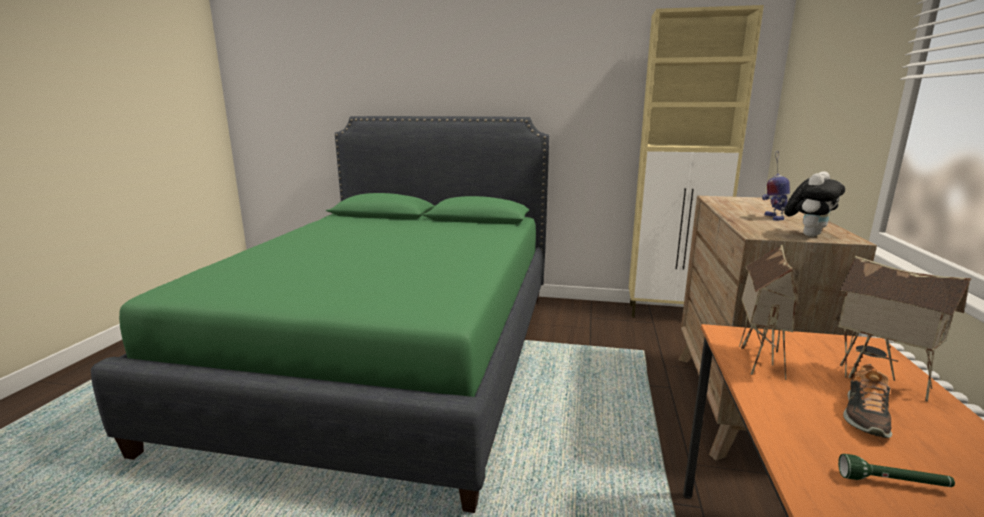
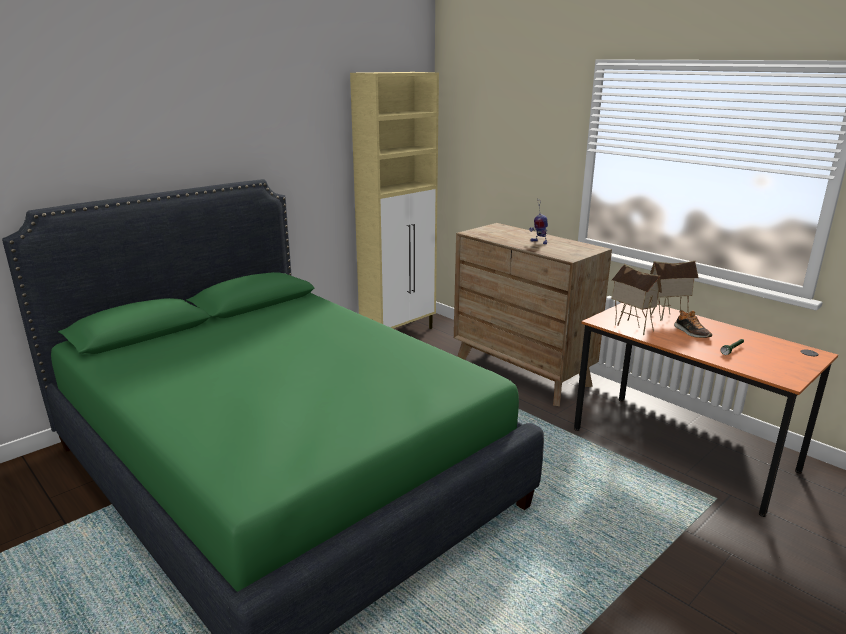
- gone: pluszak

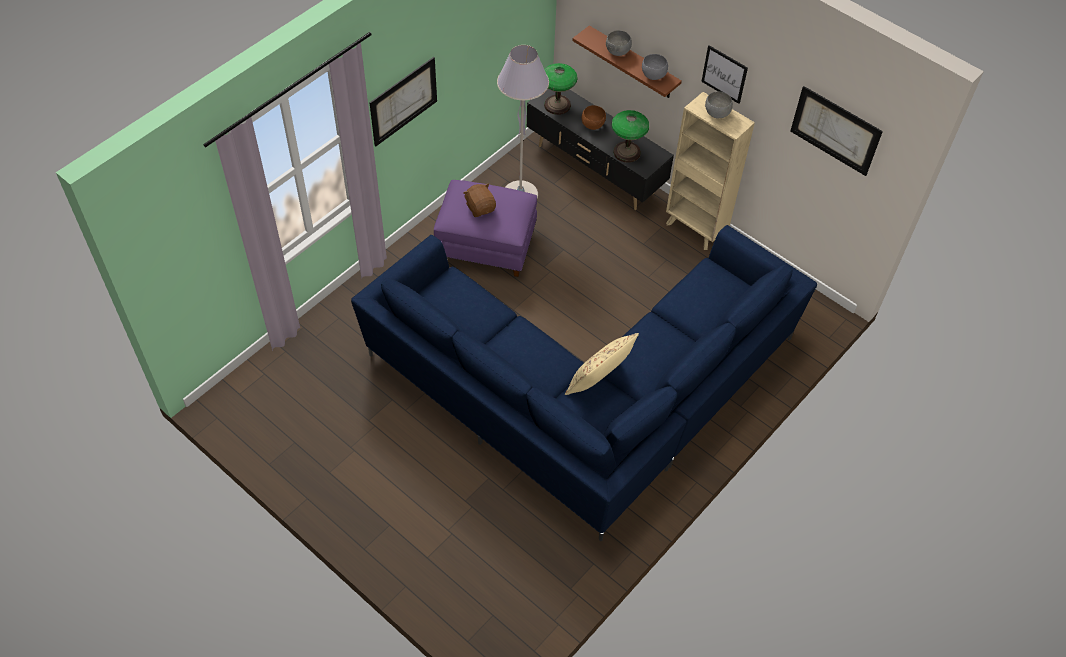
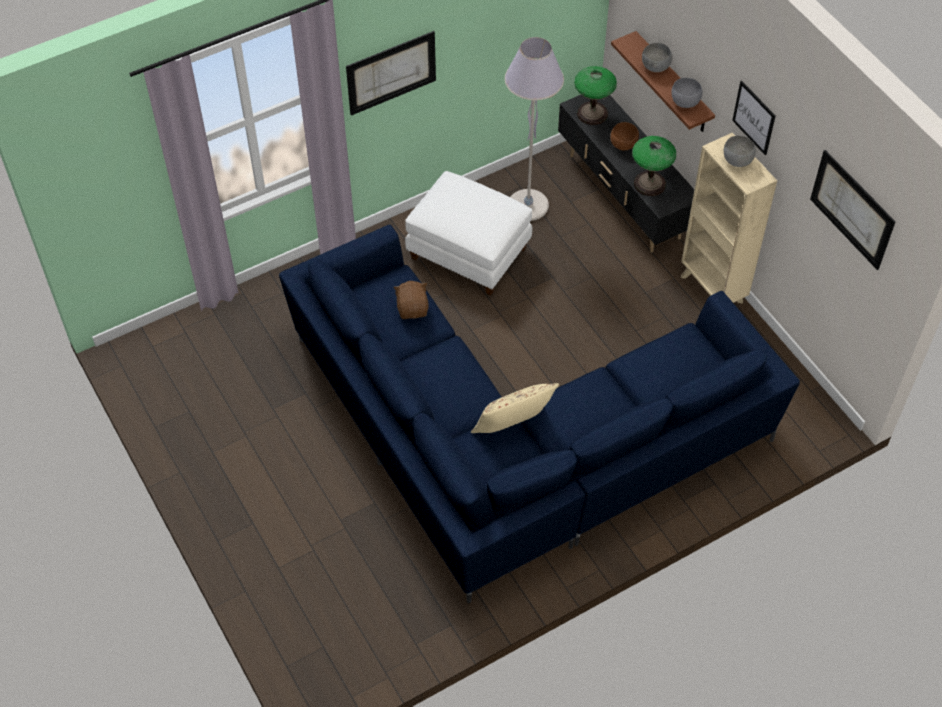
- repainted: pufa/fioletowy to pufa/biały
- shifted: pluszak/brązowy

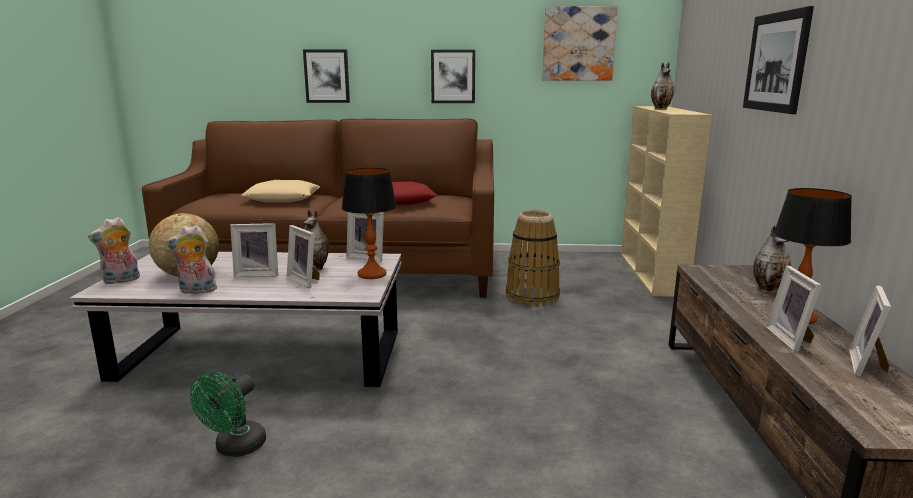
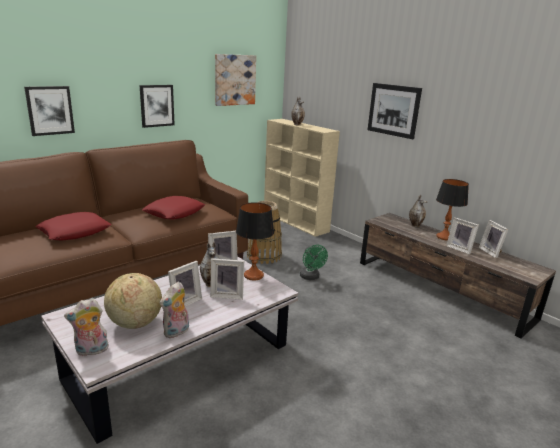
- rotated: pluszak (no. 1 from left) 60 degrees clockwise
- shifted: wentylator/zielony
- repainted: poduszka/beżowy to poduszka/czerwony (no. 1 from left)

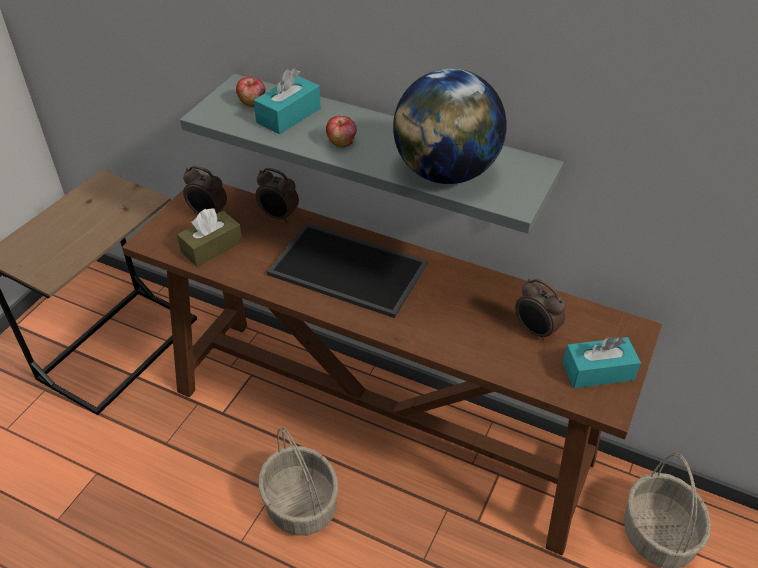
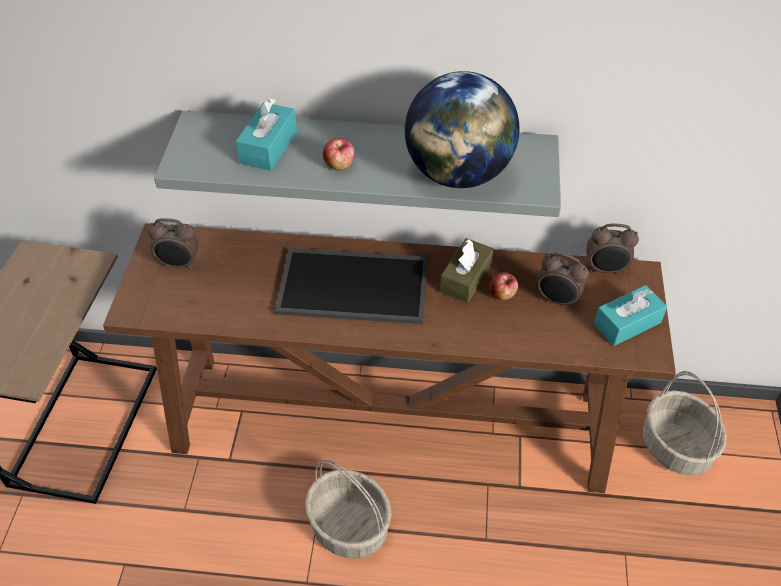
- shifted: pudełko chusteczek/brązowy
- shifted: jabłko (no. 1 from left in the first image) to jabłko (no. 2 from left)
- shifted: budzik (no. 2 from left in the first image) to budzik (no. 3 from left)

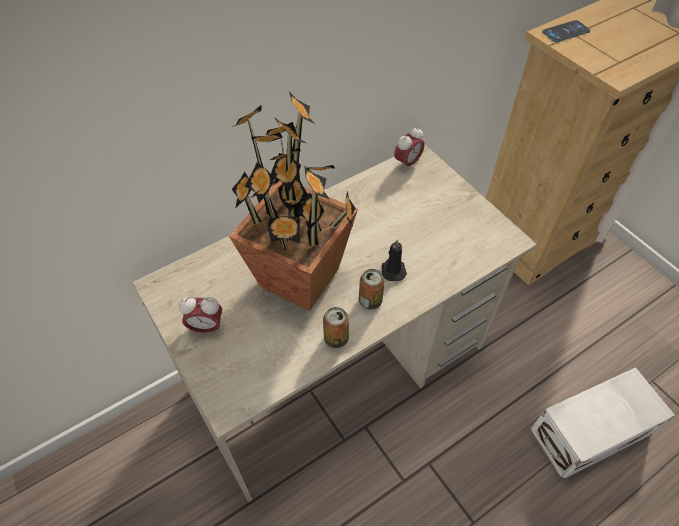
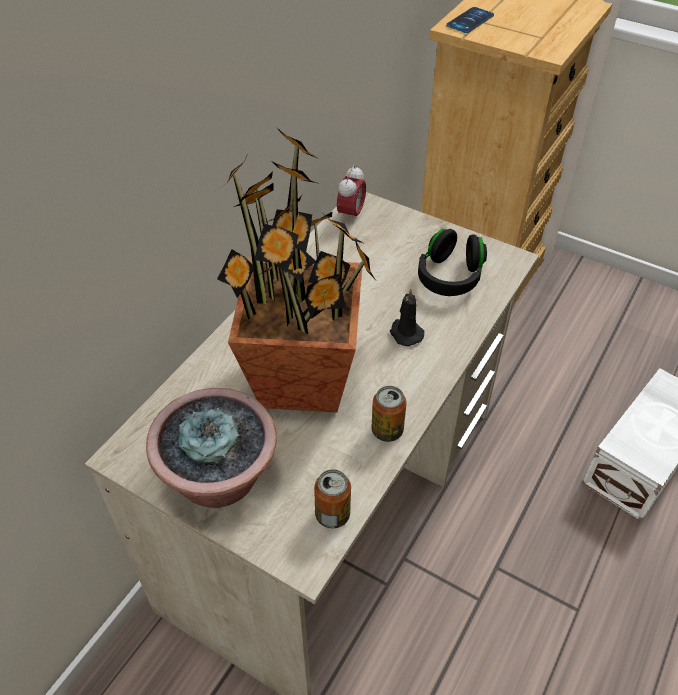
- swapped: budzik (no. 1 from left) to roślina doniczkowa (no. 1 from left)
- shifted: puszka (no. 2 from left in the first image) to puszka (no. 1 from left)
- new: słuchawki/czarny

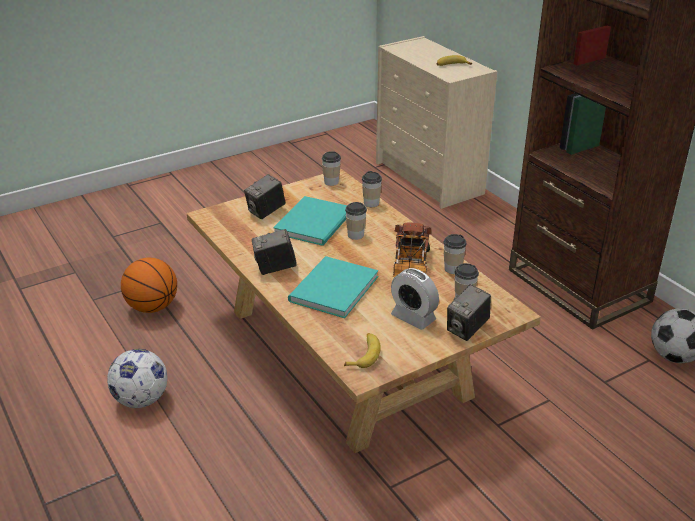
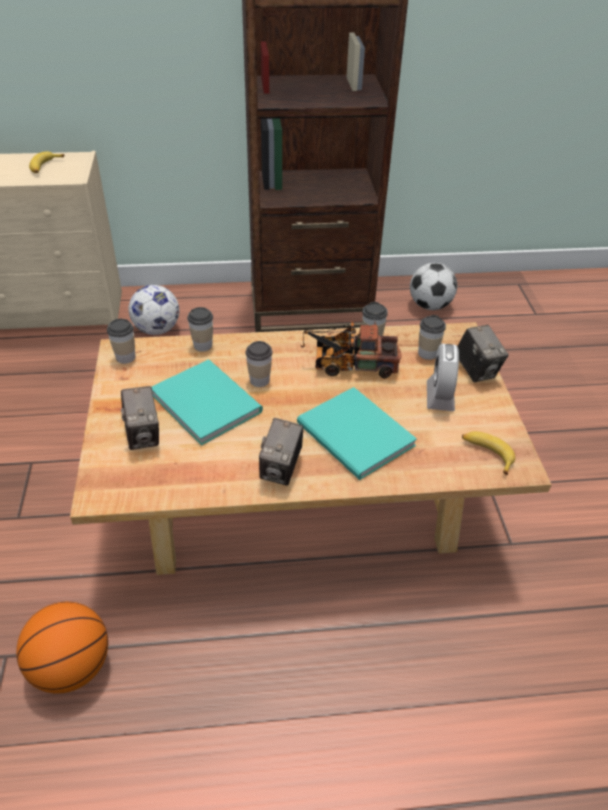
- shifted: piłka futbolowa (no. 1 from left)
- rotated: budzik 120 degrees clockwise
- rotated: ciężarówka zabawkowa 150 degrees clockwise

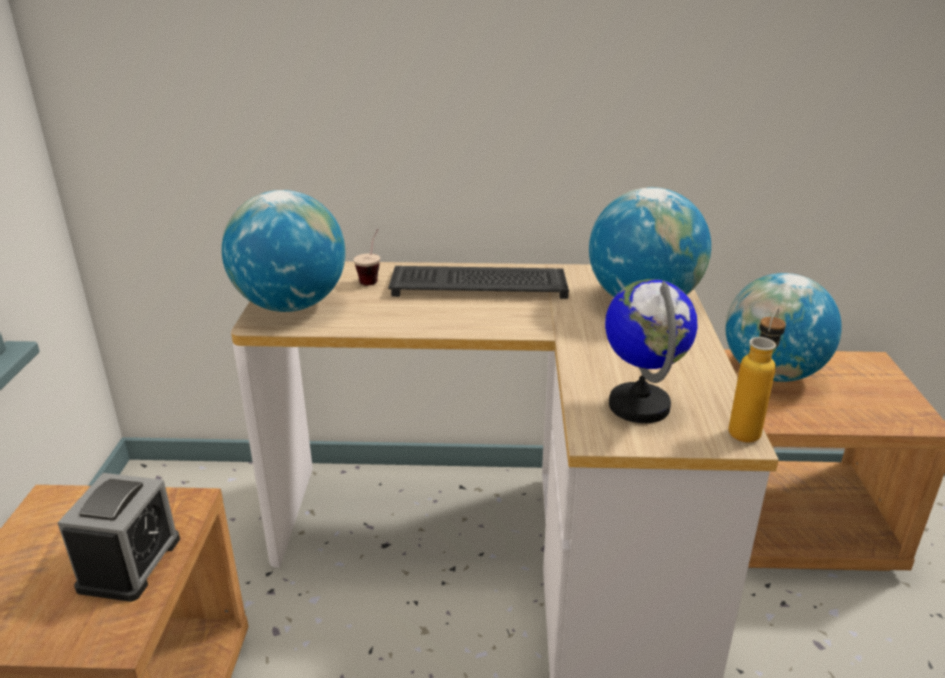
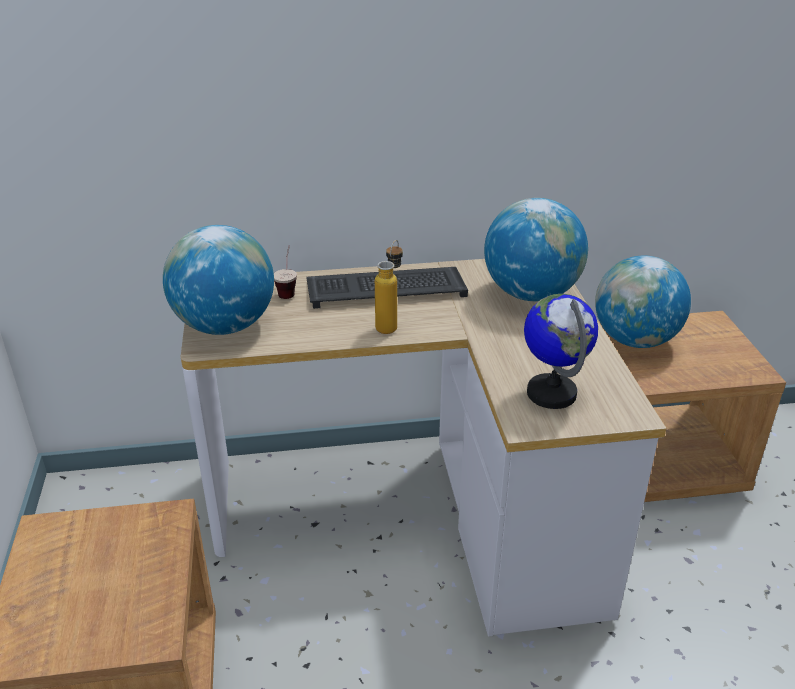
- gone: budzik
- shifted: butelka

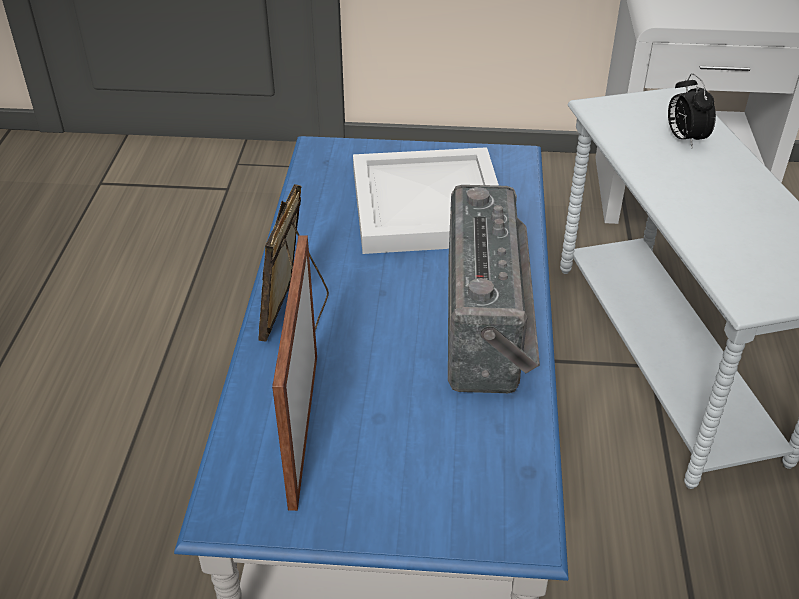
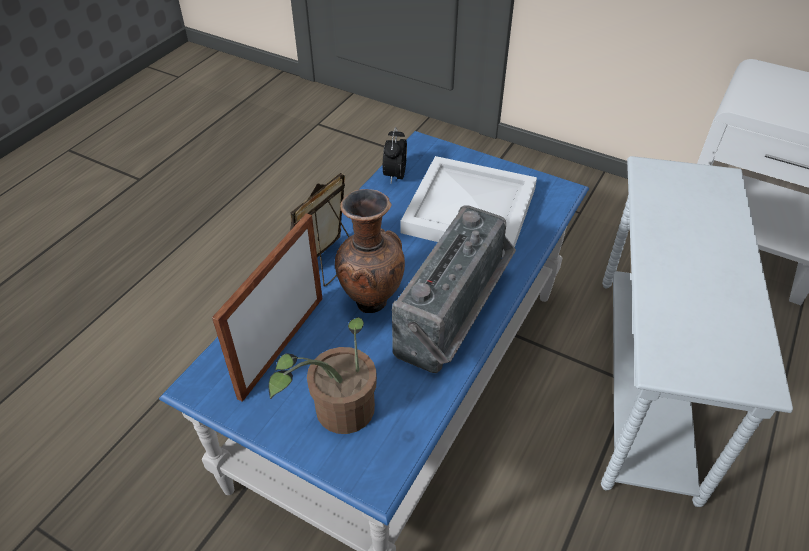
- shifted: budzik
- new: roślina doniczkowa
- new: wazon/brązowy

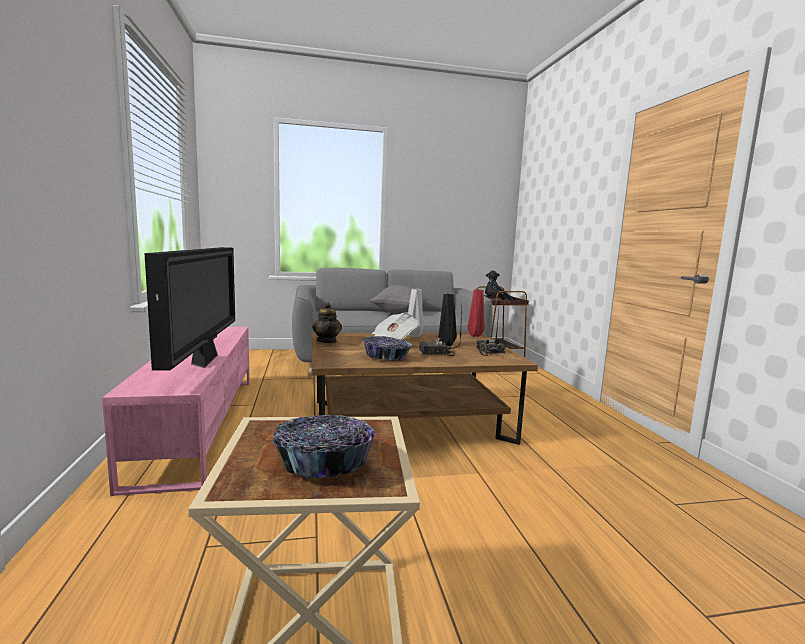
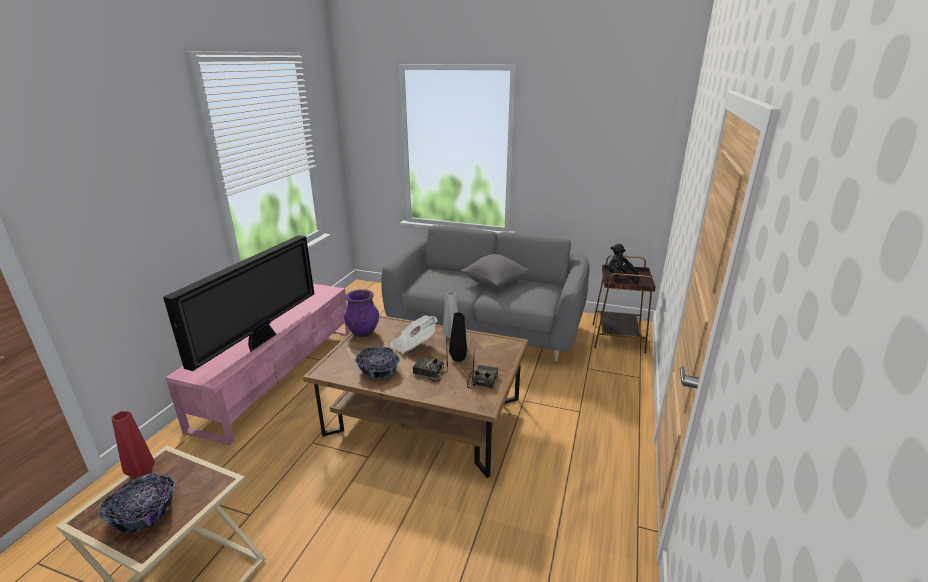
- swapped: imbryk to wazon/fioletowy
- shifted: wazon/czerwony

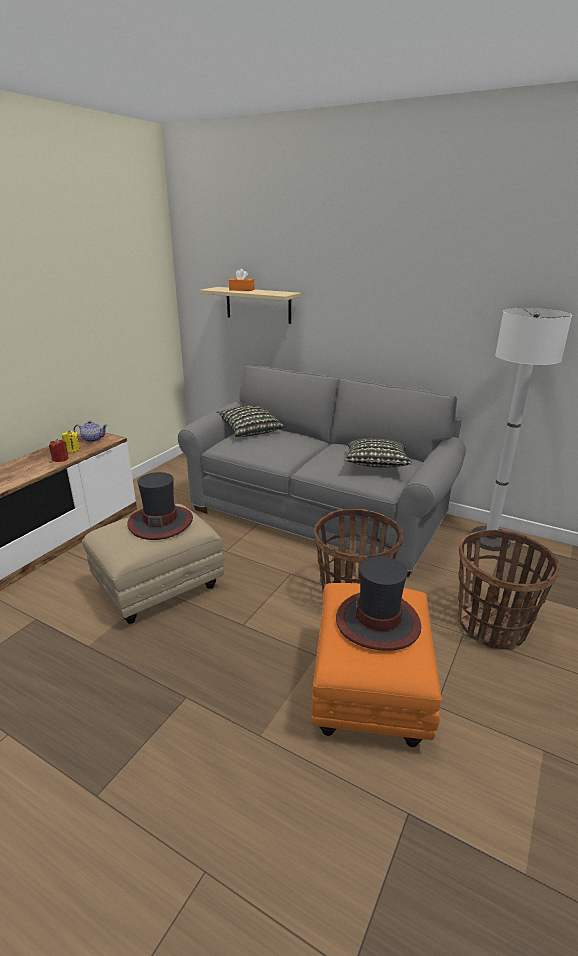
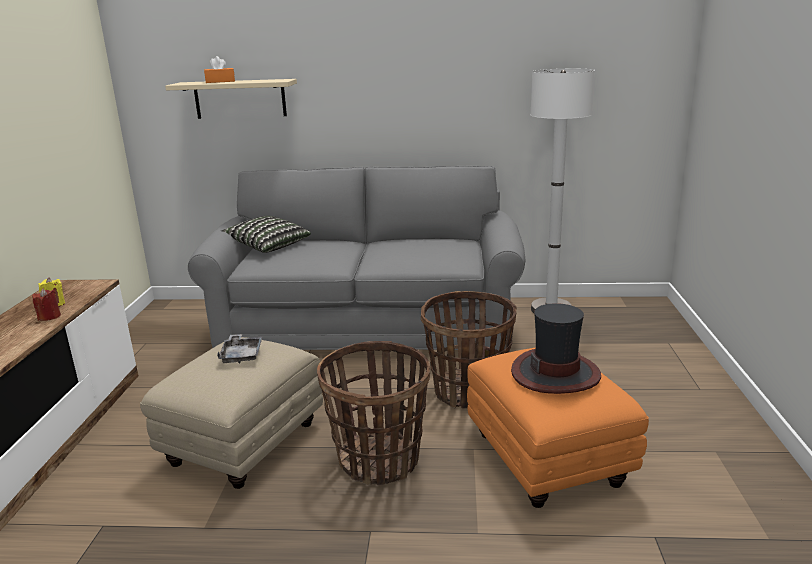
- gone: imbryk
- swapped: kapelusz (no. 1 from left) to taca/szary
- gone: poduszka (no. 2 from left)
- shifted: koszyk (no. 2 from left in the first image) to koszyk (no. 1 from left)

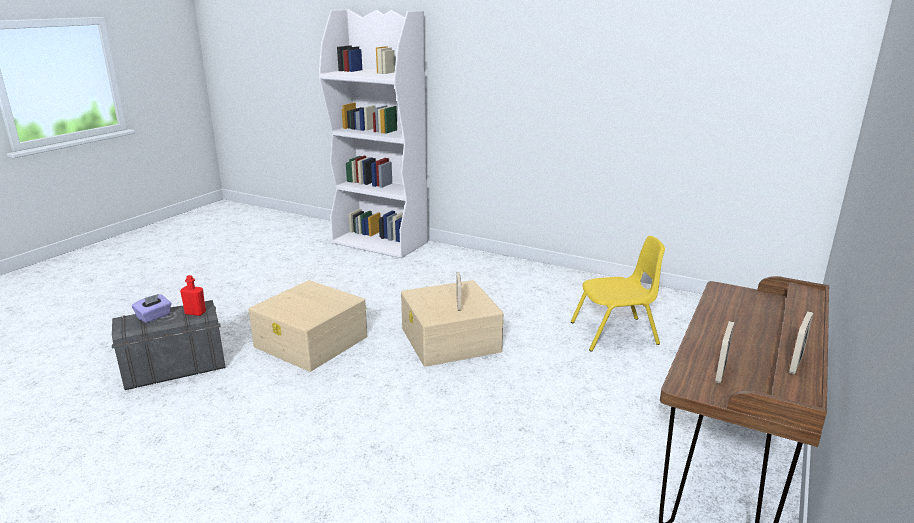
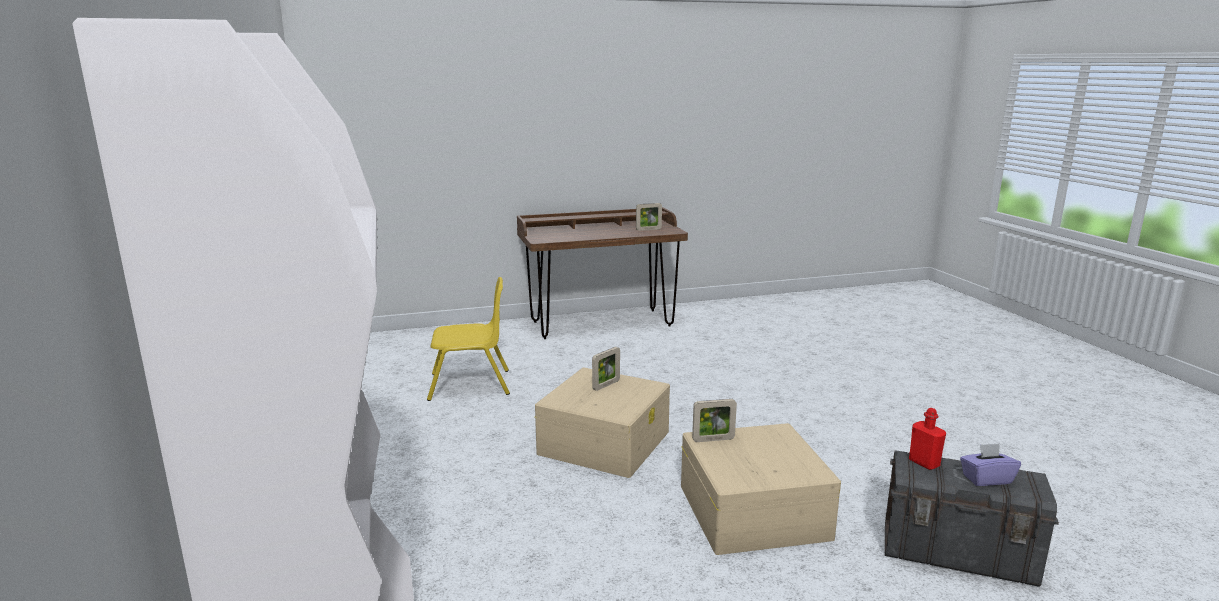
- rotated: krzesło/żółty 135 degrees clockwise
- shifted: ramka na zdjęcie (no. 3 from left)

